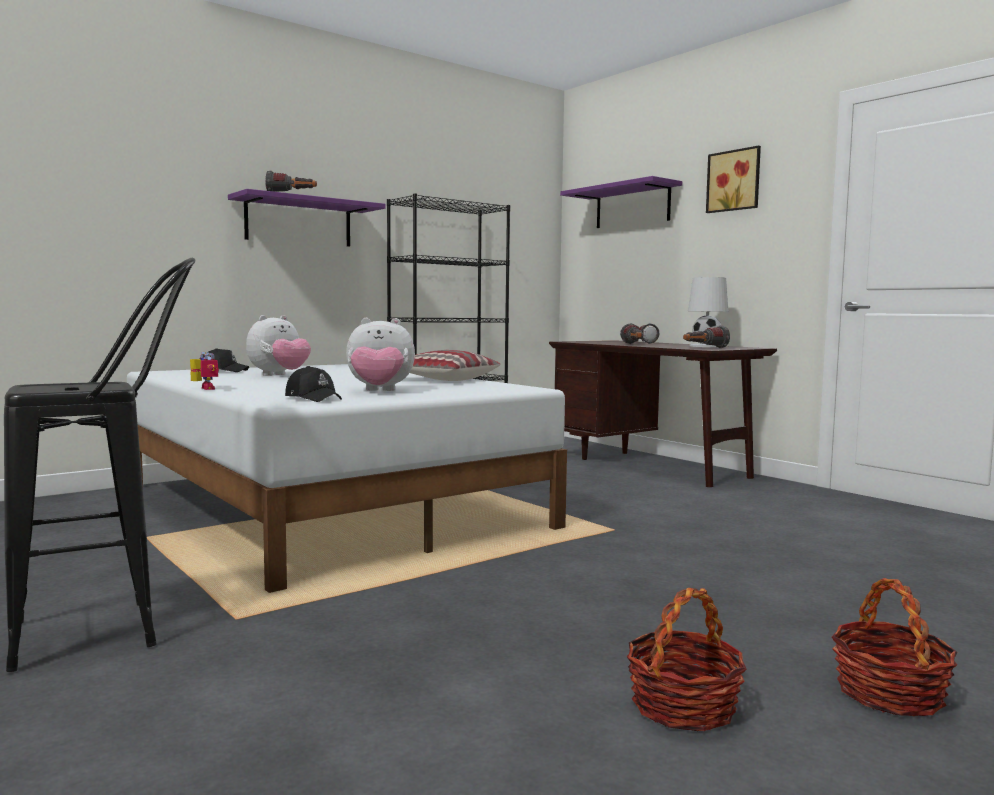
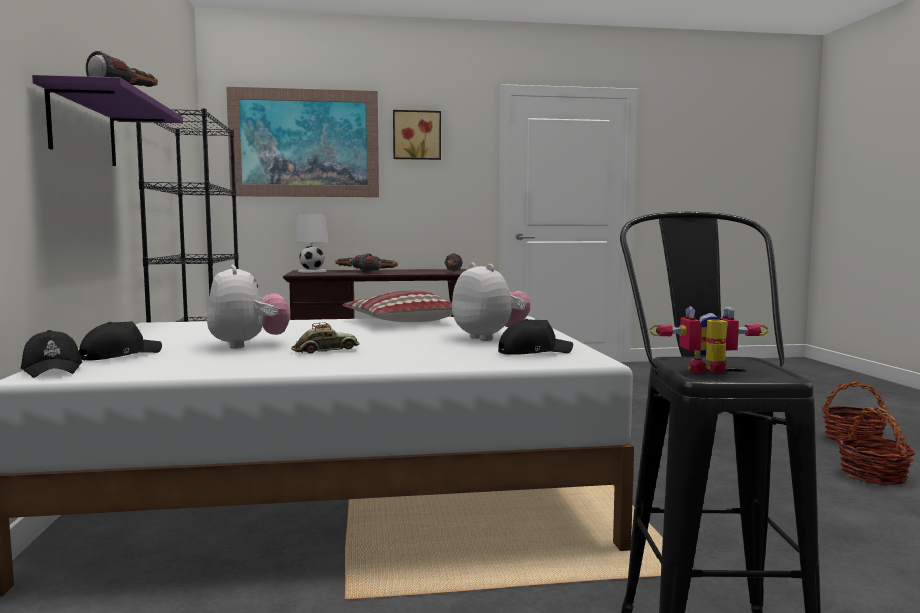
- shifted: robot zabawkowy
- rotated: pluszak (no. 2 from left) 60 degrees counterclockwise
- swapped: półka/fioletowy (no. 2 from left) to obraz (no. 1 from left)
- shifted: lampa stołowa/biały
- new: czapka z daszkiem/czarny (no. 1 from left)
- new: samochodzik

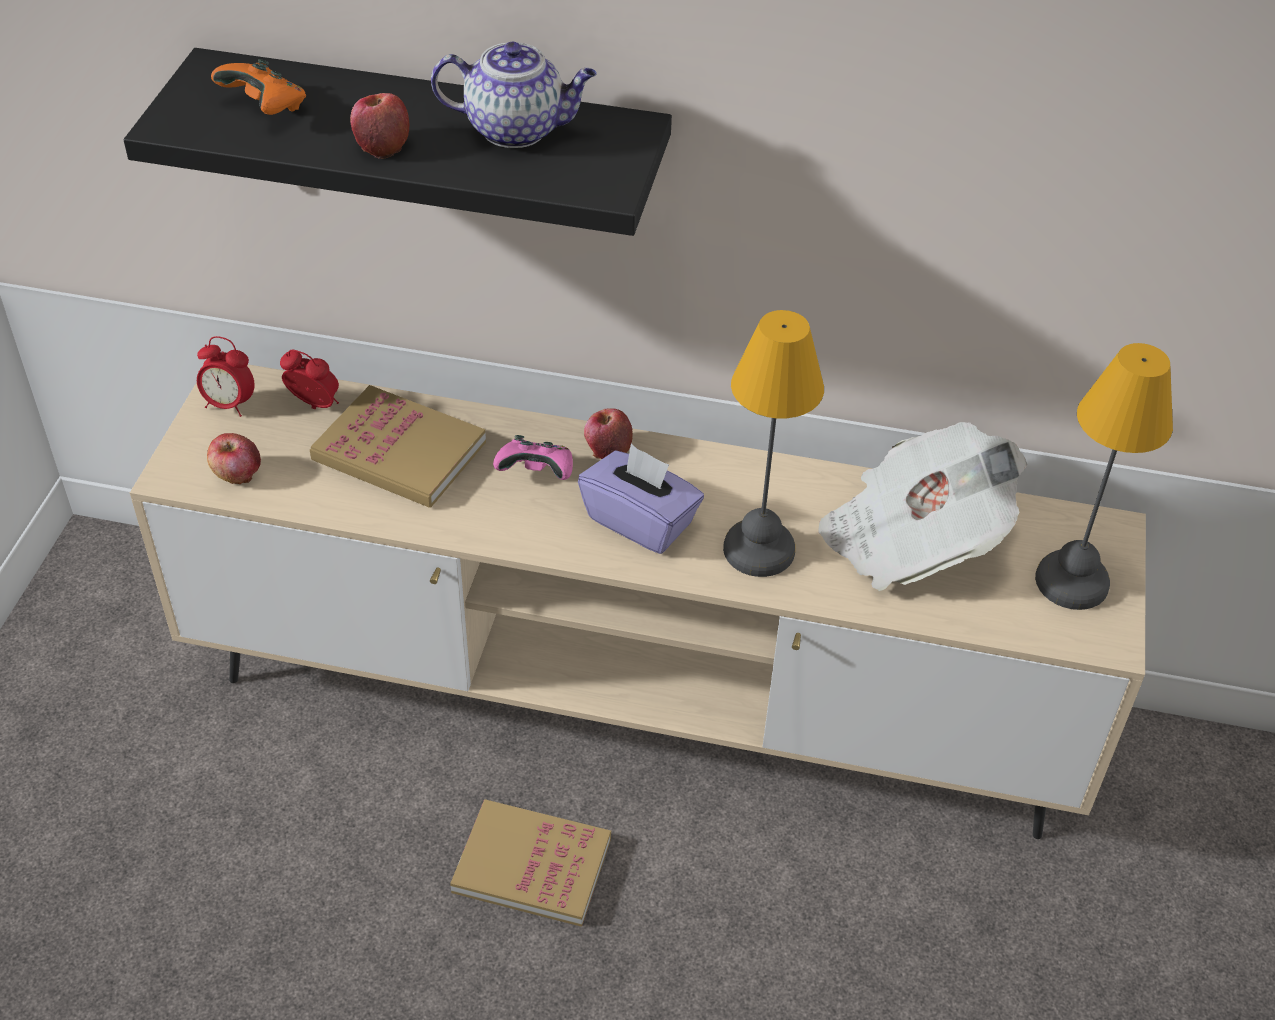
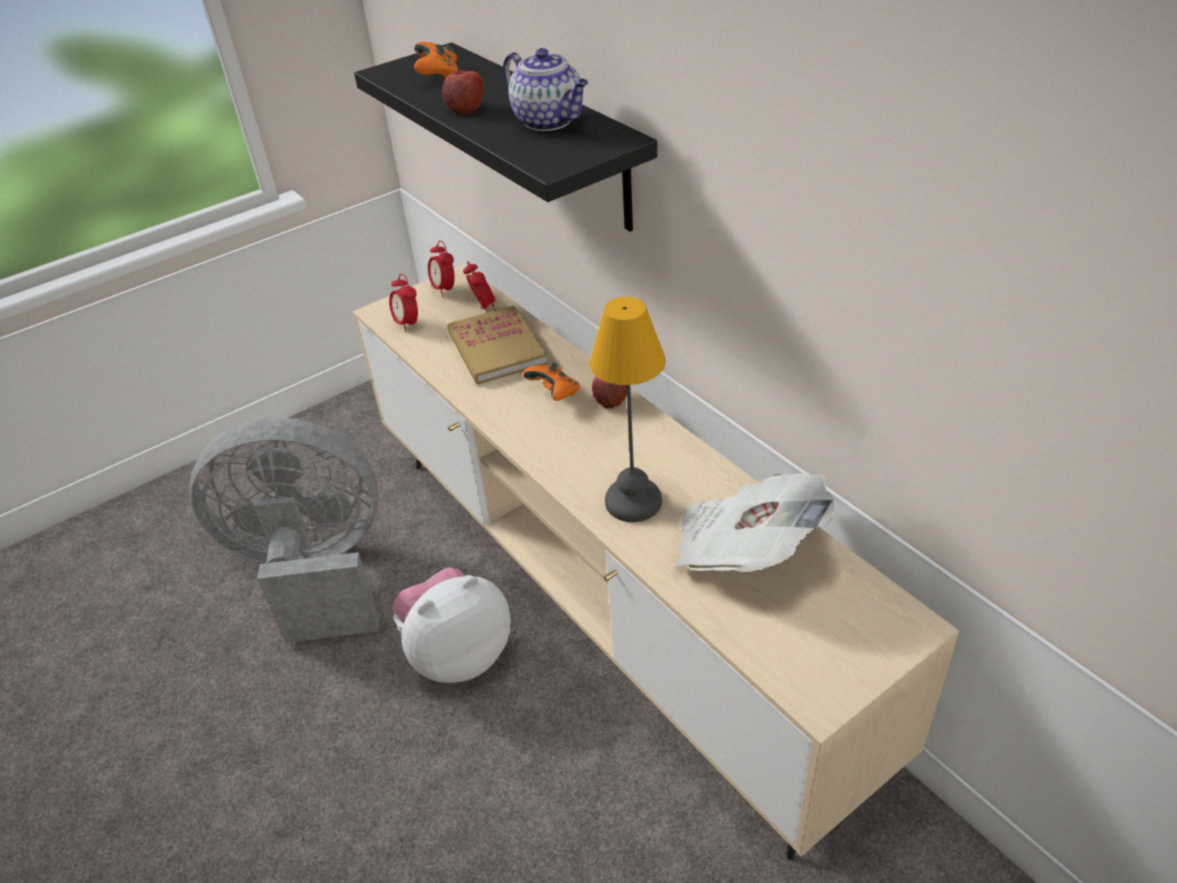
- swapped: jabłko (no. 1 from left) to budzik (no. 1 from left)
- swapped: książka (no. 2 from left) to pluszak
- repainted: pad do gier/różowy to pad do gier/pomarańczowy (no. 2 from left)
- gone: pudełko chusteczek/fioletowy
- gone: lampa stołowa (no. 2 from left)
- new: wentylator/szary

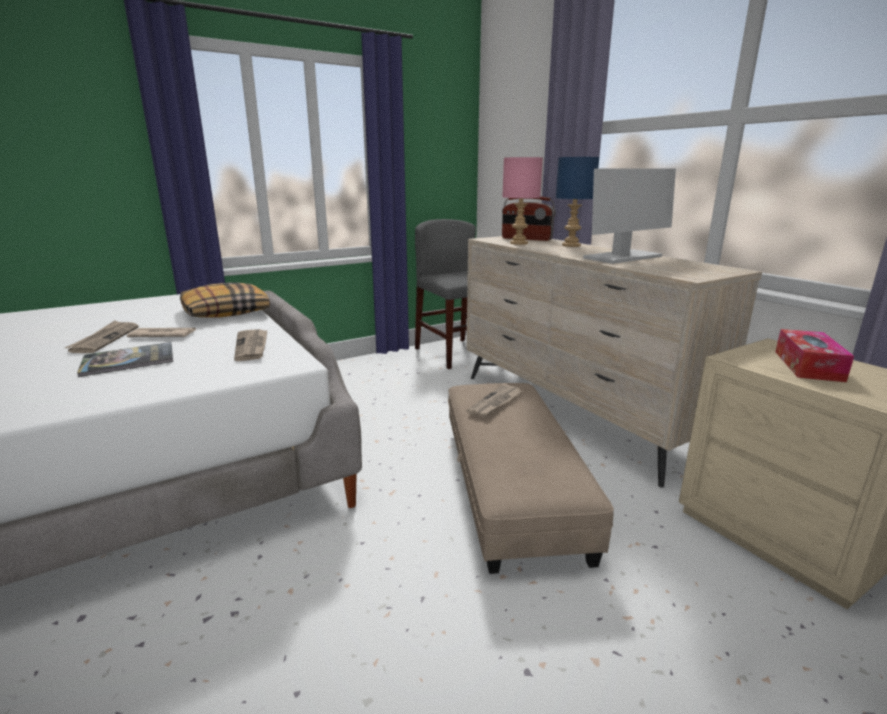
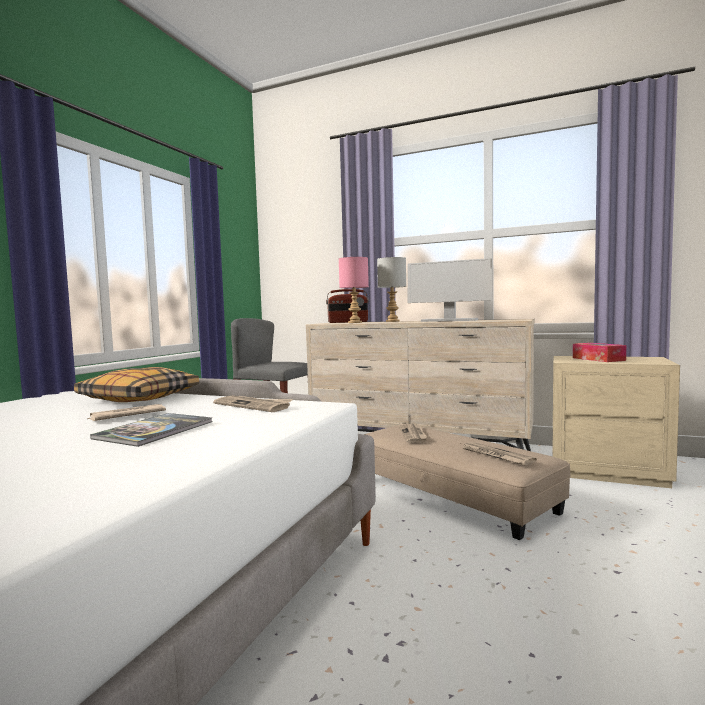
- shifted: gazeta (no. 1 from left in the first image) to gazeta (no. 4 from left)
- repainted: lampa stołowa/niebieski to lampa stołowa/szary
- rotated: monitor 90 degrees clockwise

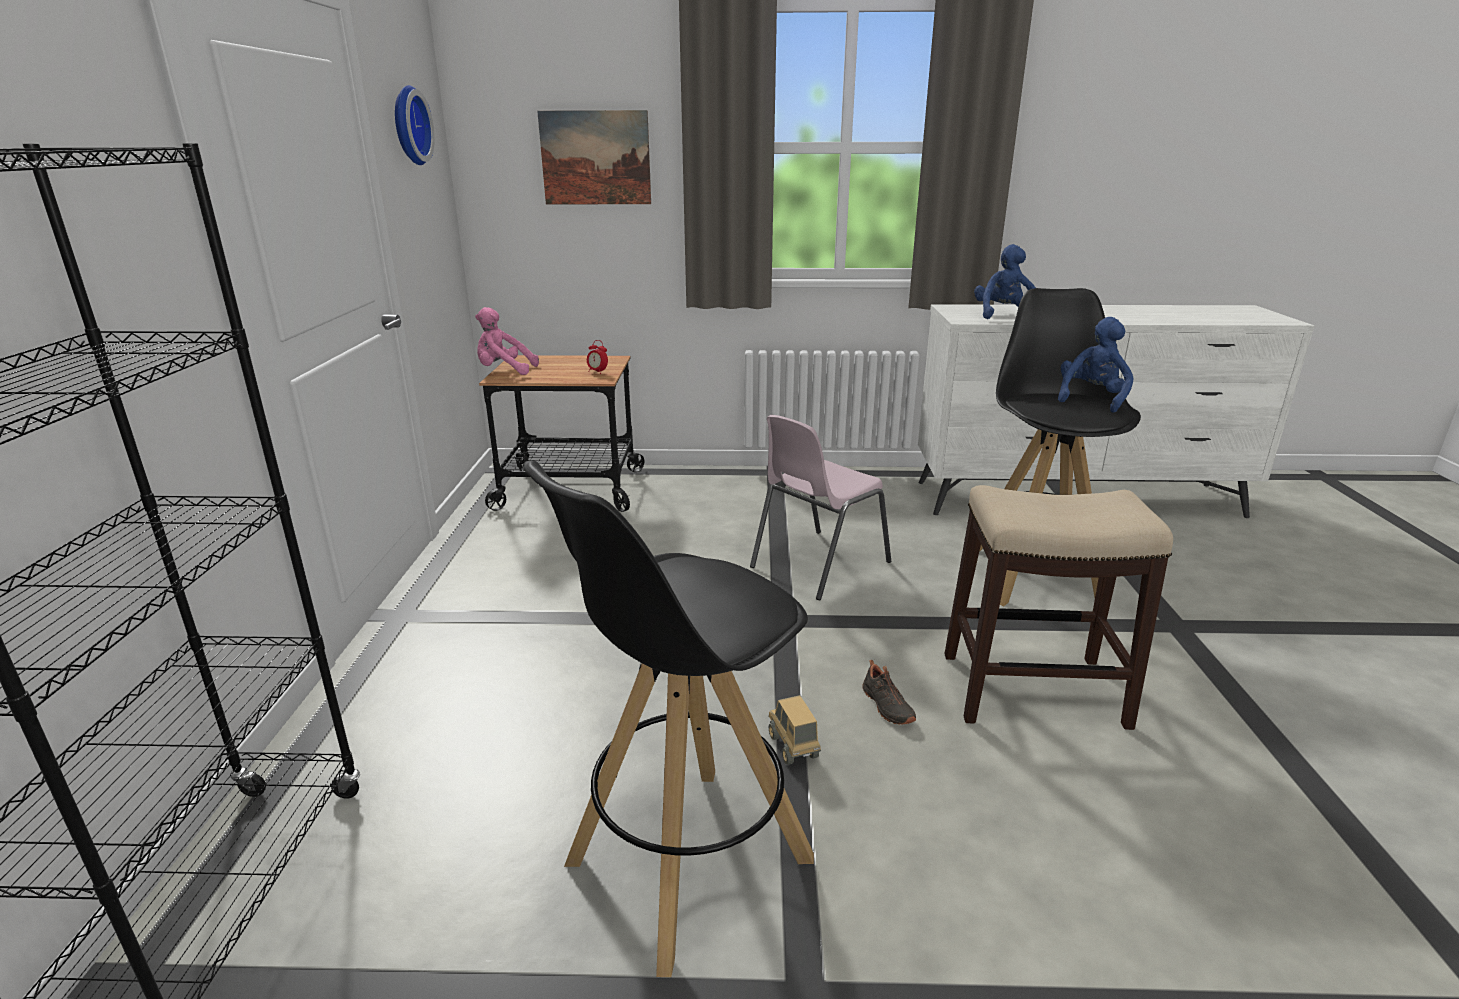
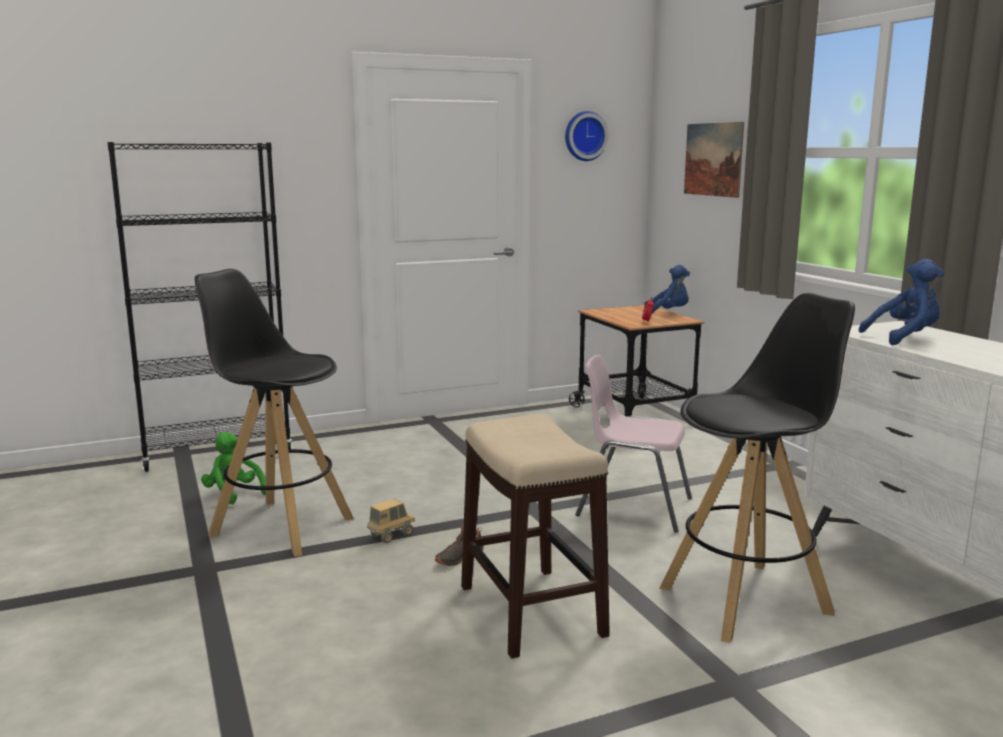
- gone: pluszak/różowy
- shifted: pluszak/niebieski (no. 2 from left in the first image) to pluszak/niebieski (no. 1 from left)
- new: pluszak/zielony

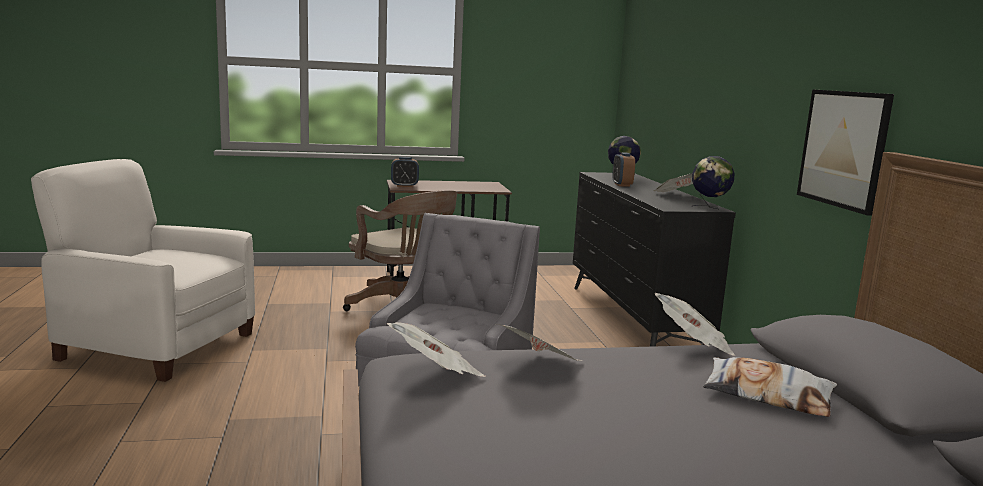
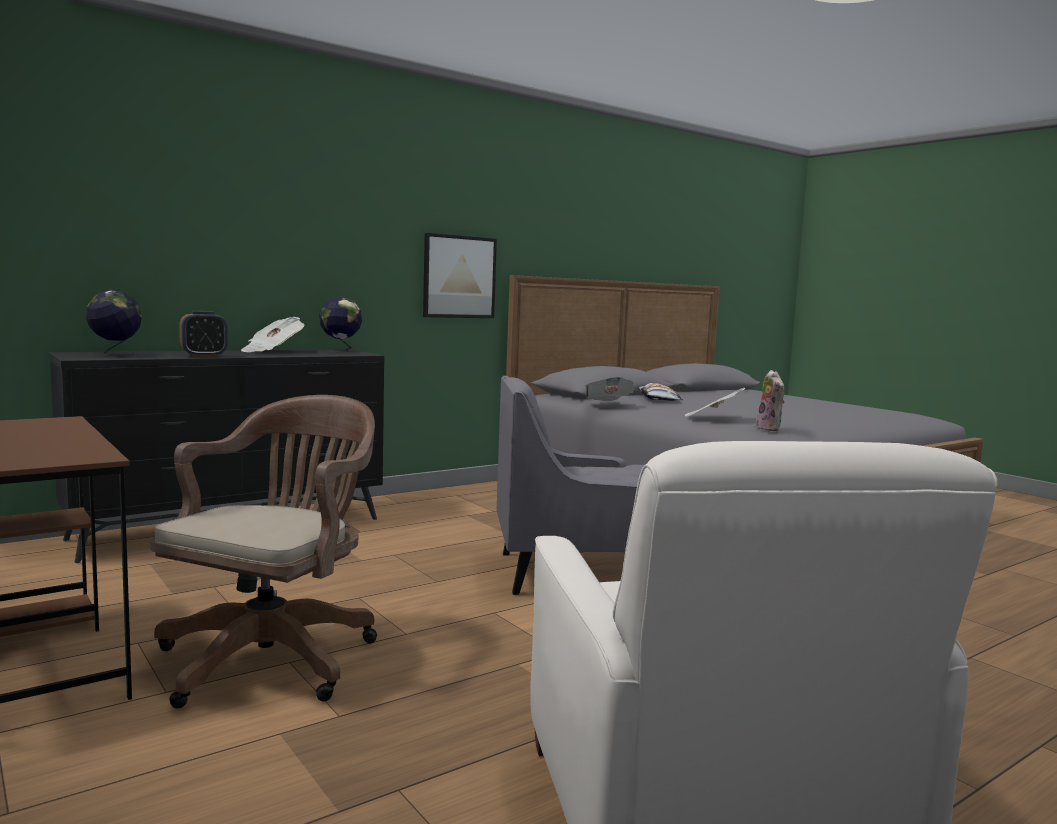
- swapped: gazeta (no. 1 from left) to pluszak
- gone: budzik (no. 1 from left)

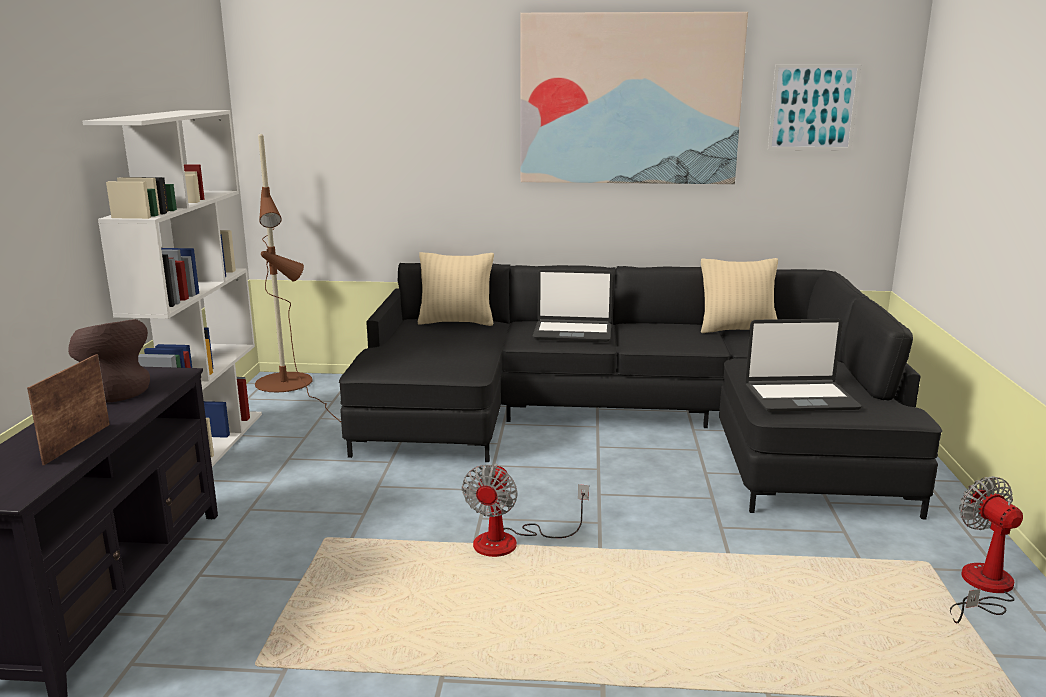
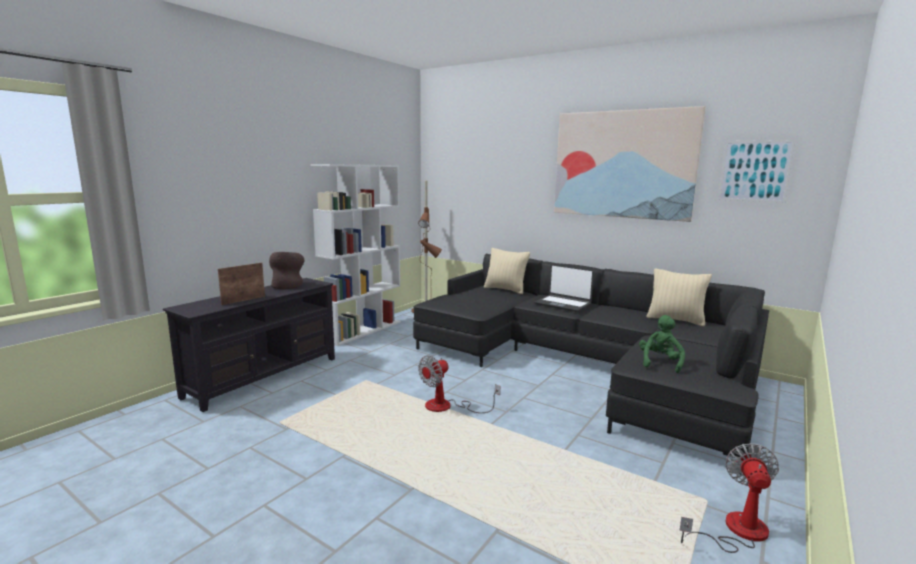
- swapped: laptop (no. 2 from left) to pluszak/zielony

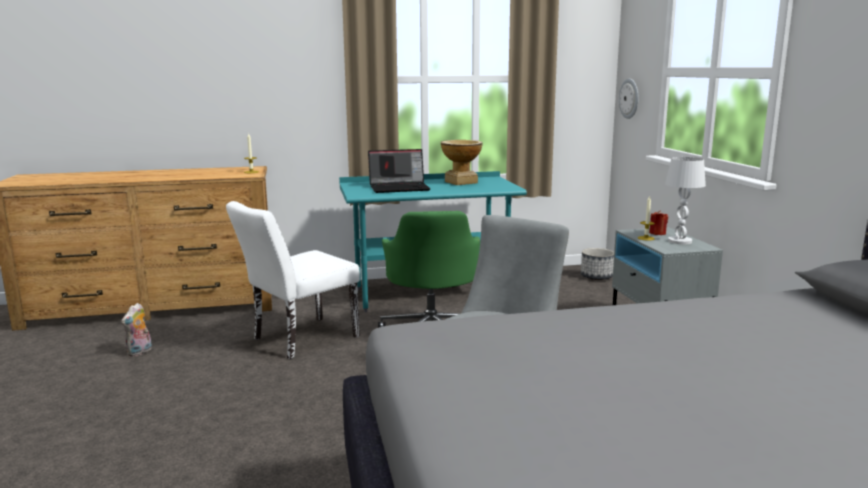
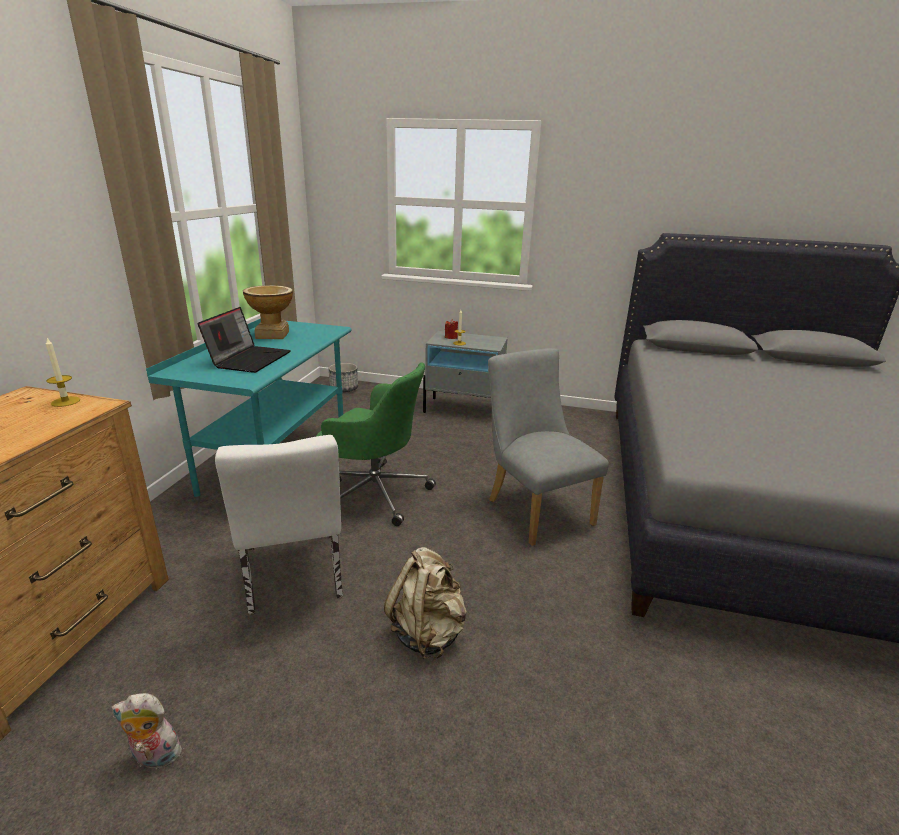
- rotated: pluszak 135 degrees clockwise
- gone: zegar ścienny
- gone: lampa stołowa/biały
- new: plecak/beżowy

